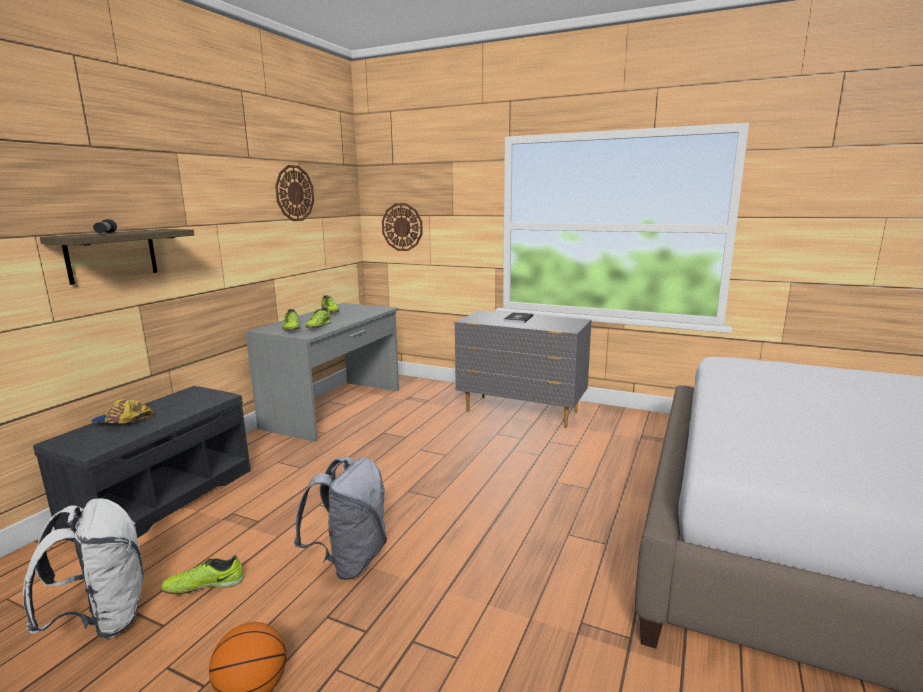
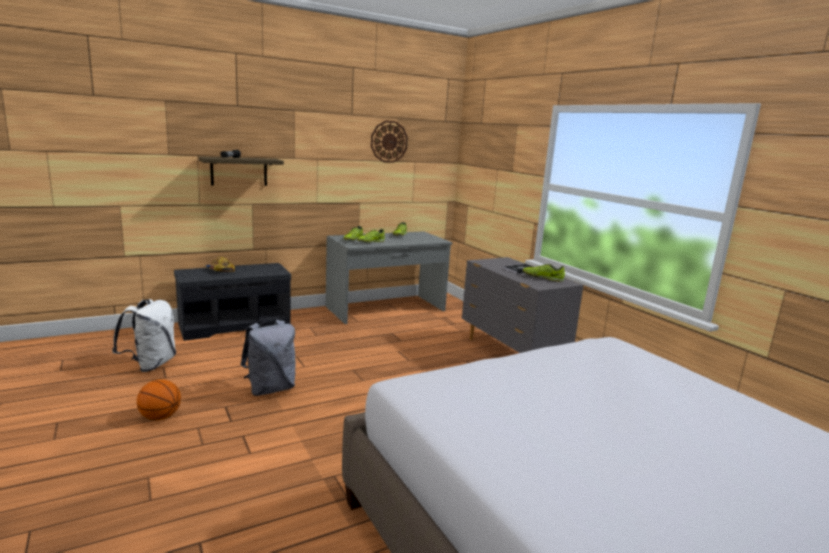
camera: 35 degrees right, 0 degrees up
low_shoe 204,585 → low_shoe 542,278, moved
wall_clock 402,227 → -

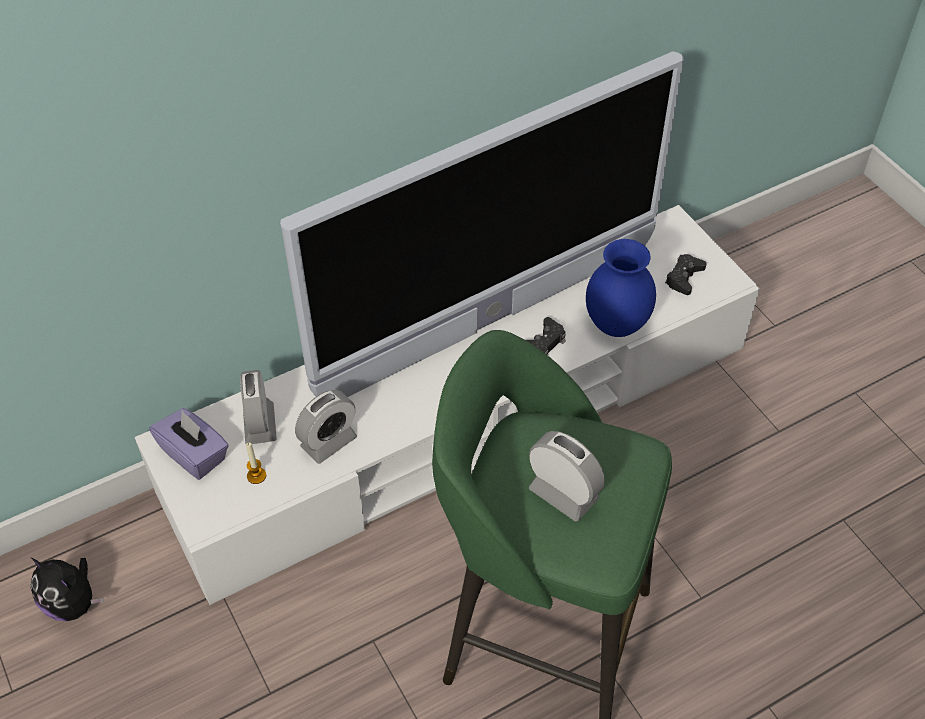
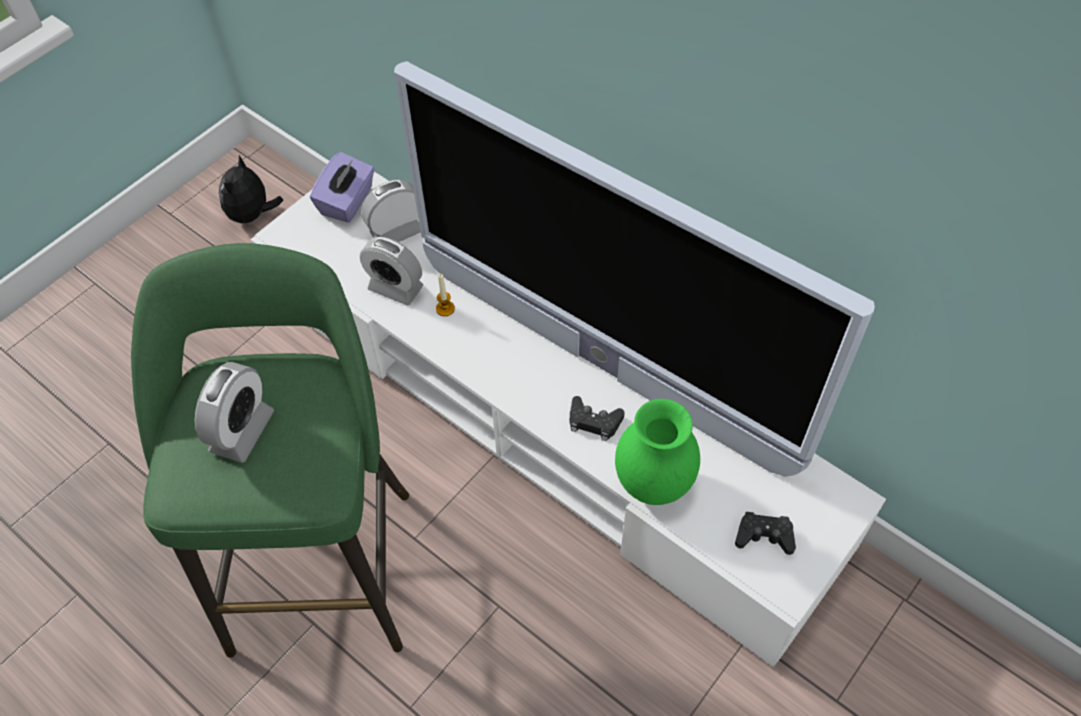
camera: 70 degrees right, 5 degrees up
wax_candle 256,476 → wax_candle 445,309, moved
blue_decorative_vase 615,325 → greenish_decorative_vase 652,483

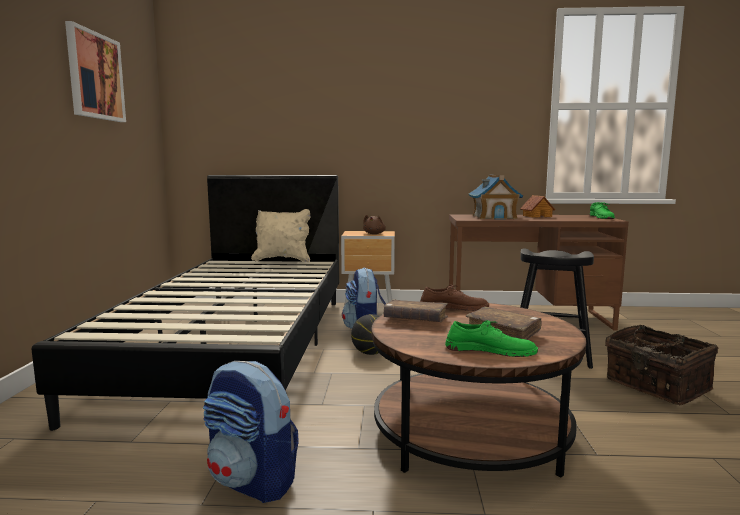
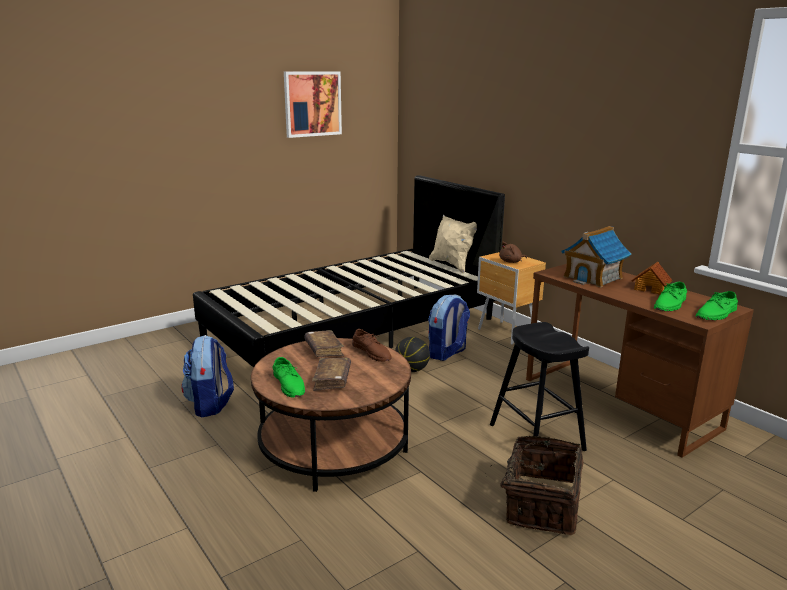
camera: 50 degrees right, 10 degrees up
- → greenish_low_shoe 670,304

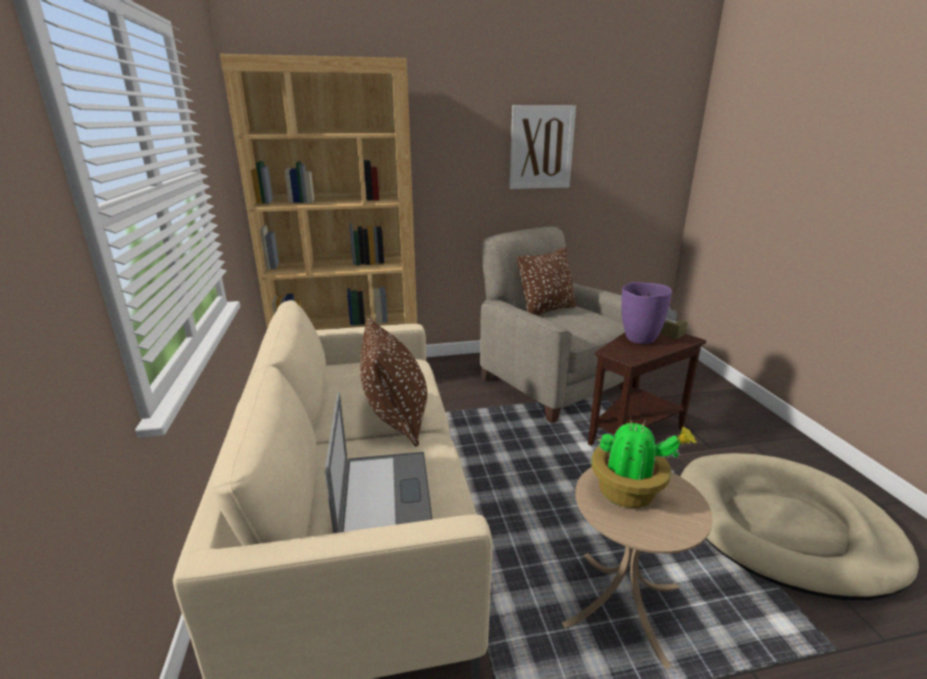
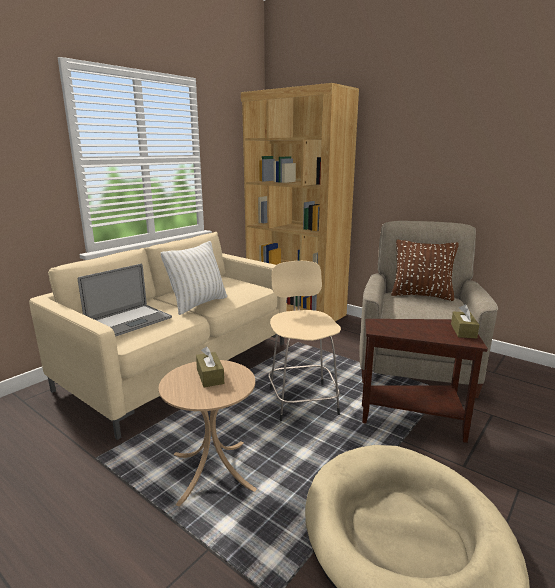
camera: 50 degrees right, 5 degrees down
brown_throw_pillow 396,419 → white_throw_pillow 198,304
potted_plant 629,493 → brown_box_of_tissues 210,376
- → beige_stool_seat 302,400
wall_picture 541,147 → -
purplish_decorative_vase 639,339 → -

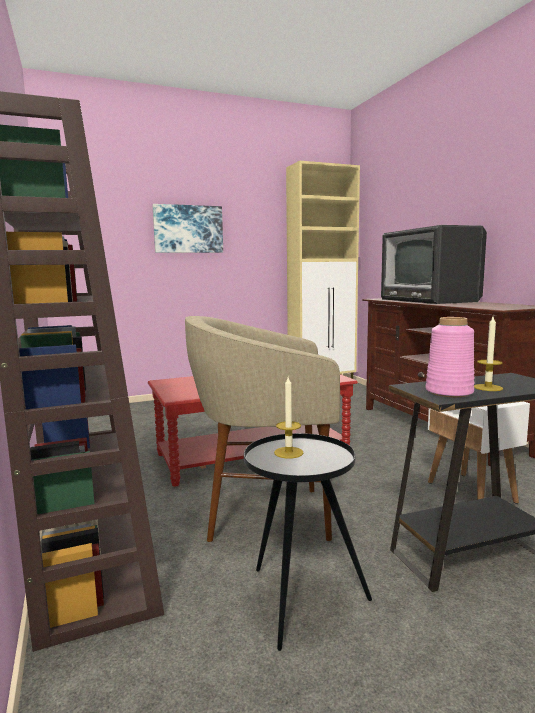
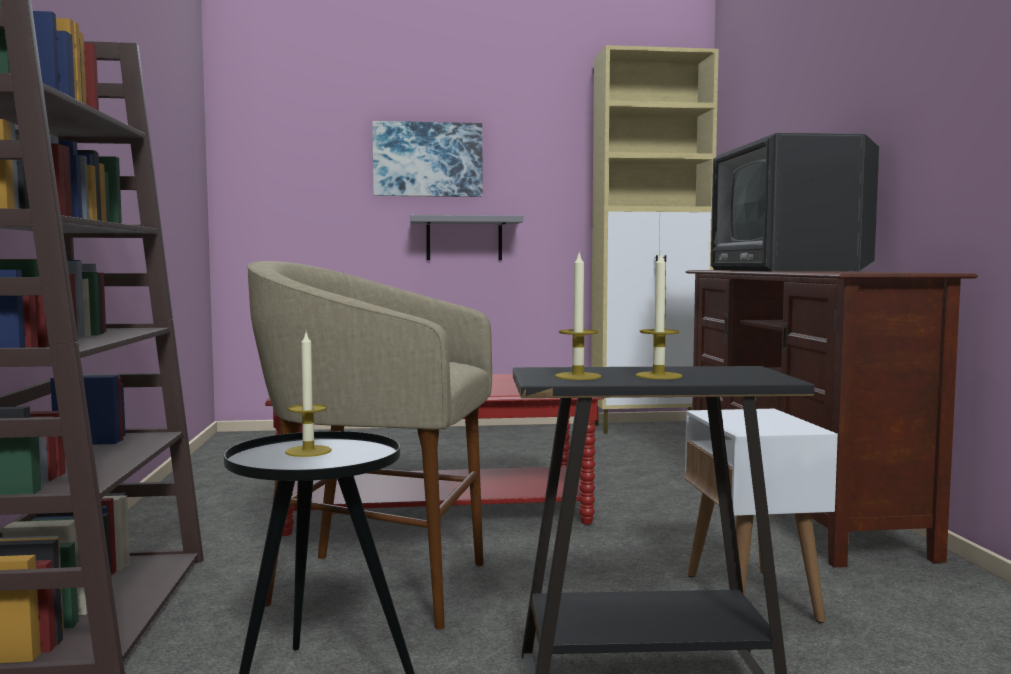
camera: 15 degrees right, 5 degrees down
- → gray_bracket_shelf 464,238
pink_decorative_vase 448,392 → wax_candle 578,376

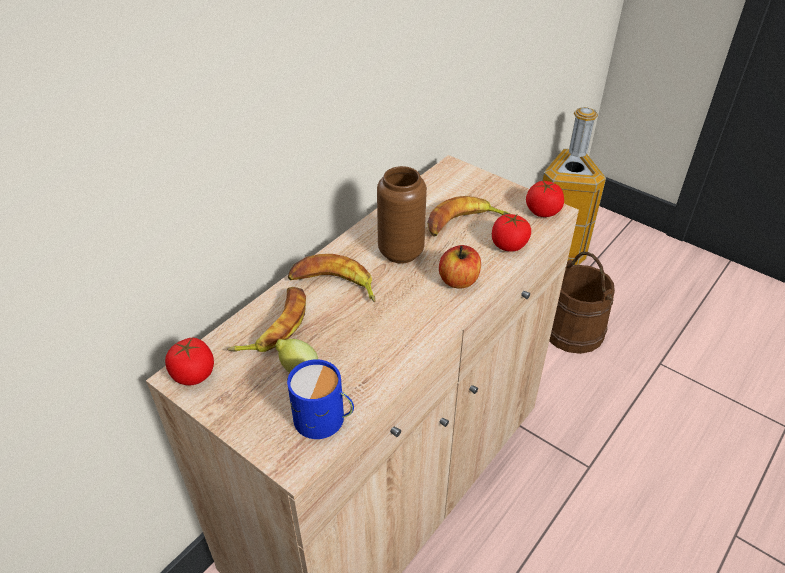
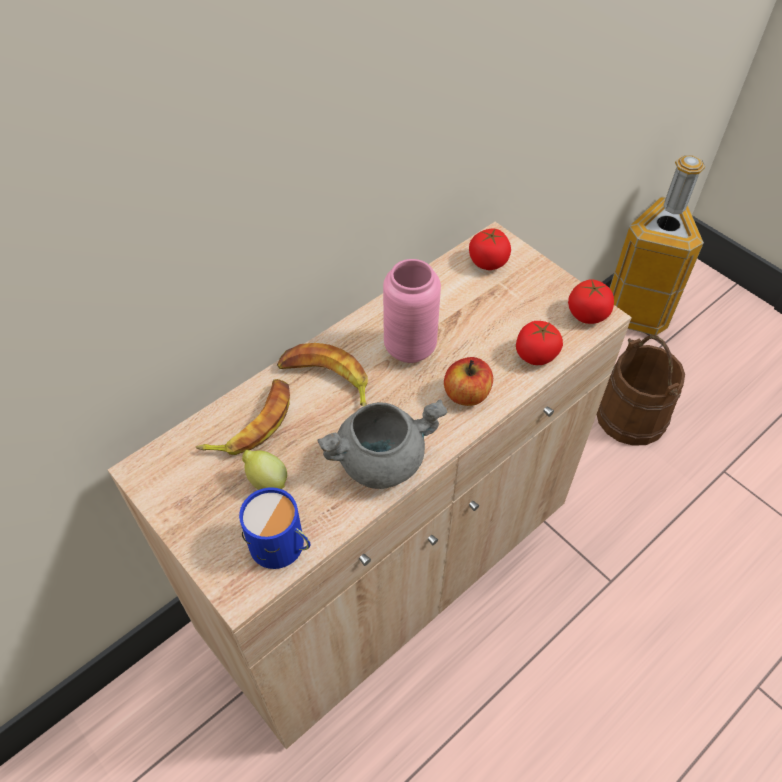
camera: 10 degrees right, 10 degrees up
- → gray_stockpot 381,459
brown_decorative_vase 401,252 → pink_decorative_vase 410,348
tomato 193,374 → tomato 488,262, moved
banana_fruit 463,223 → -

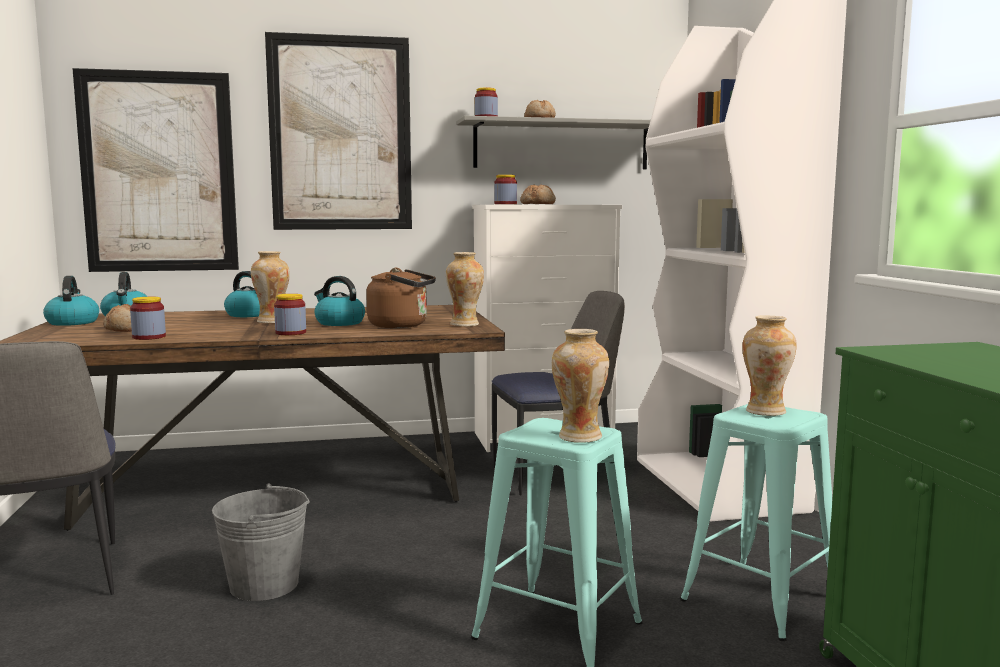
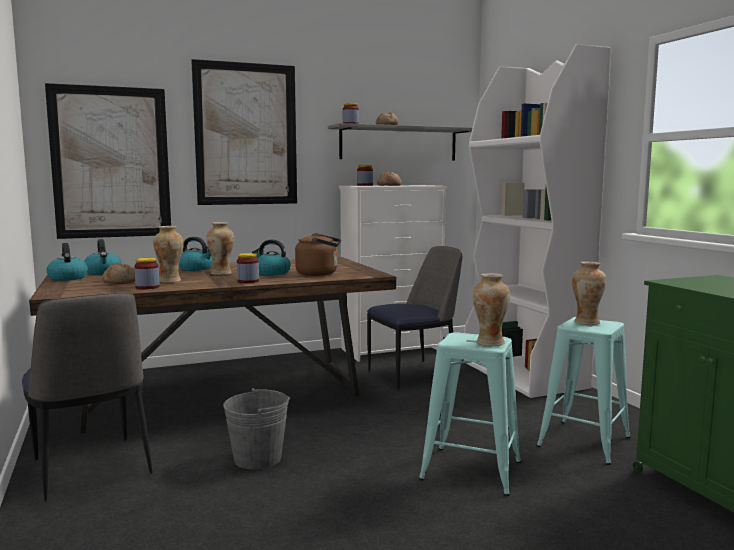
camera: 10 degrees left, 0 degrees up
decorative_vase 465,324 → decorative_vase 170,281, moved

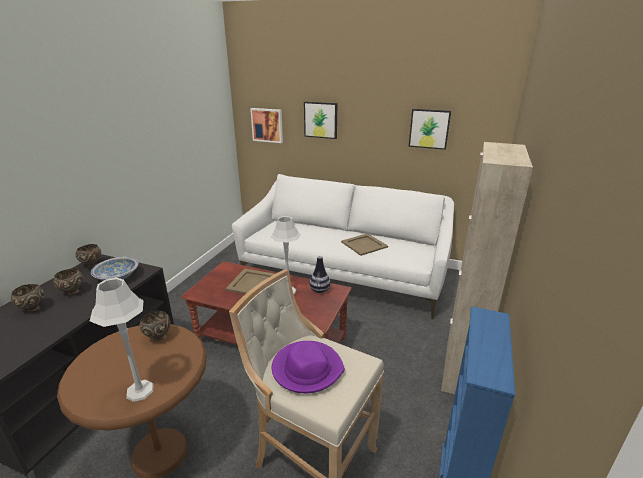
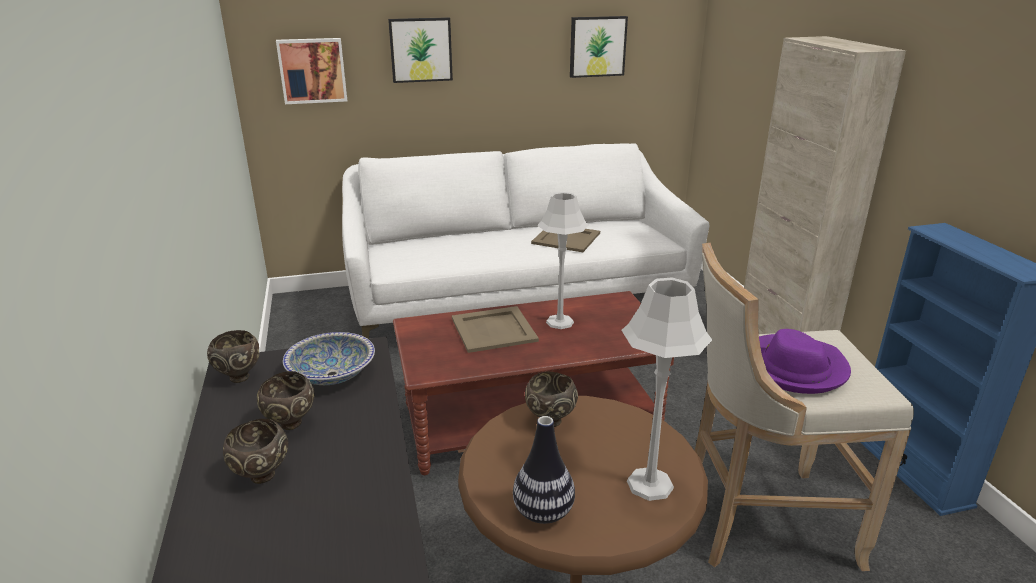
camera: 35 degrees left, 0 degrees up
decorative_vase 320,290 → decorative_vase 543,512, moved

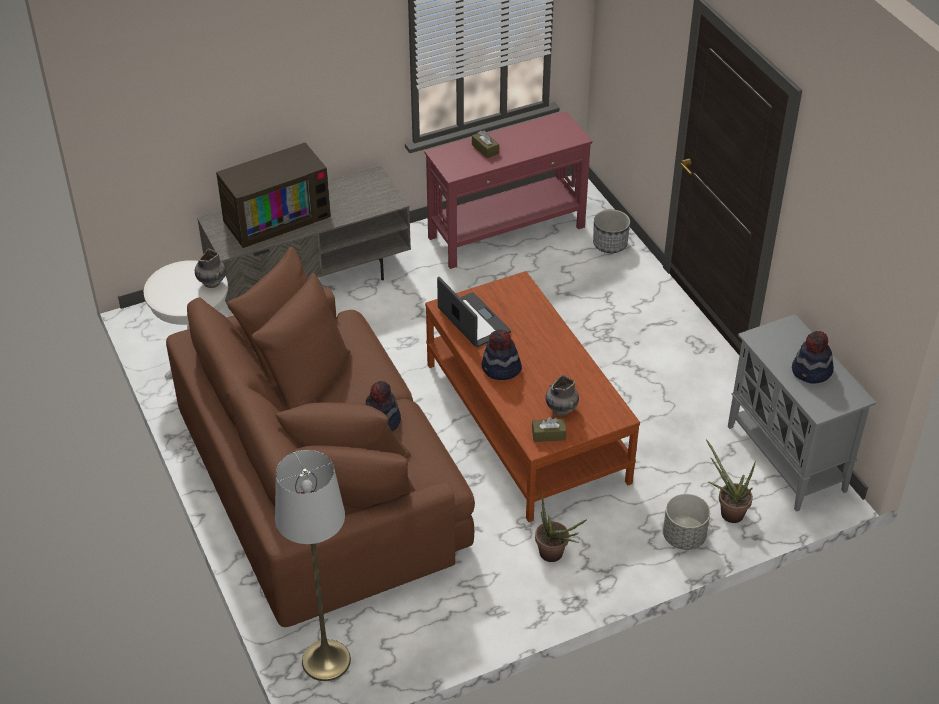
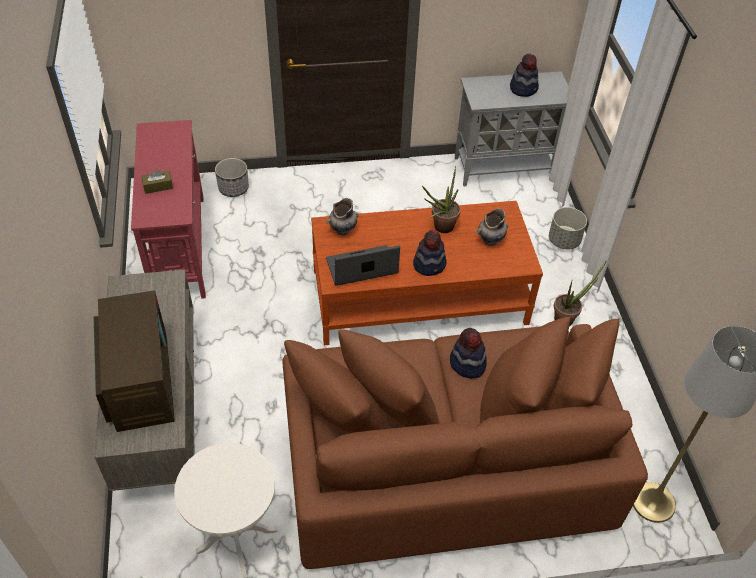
camera: 75 degrees left, 5 degrees up
gray_decorative_vase 211,282 → gray_decorative_vase 342,230, moved
potted_plant 727,511 → potted_plant 440,228, moved
brown_box_of_tissues 548,435 → -

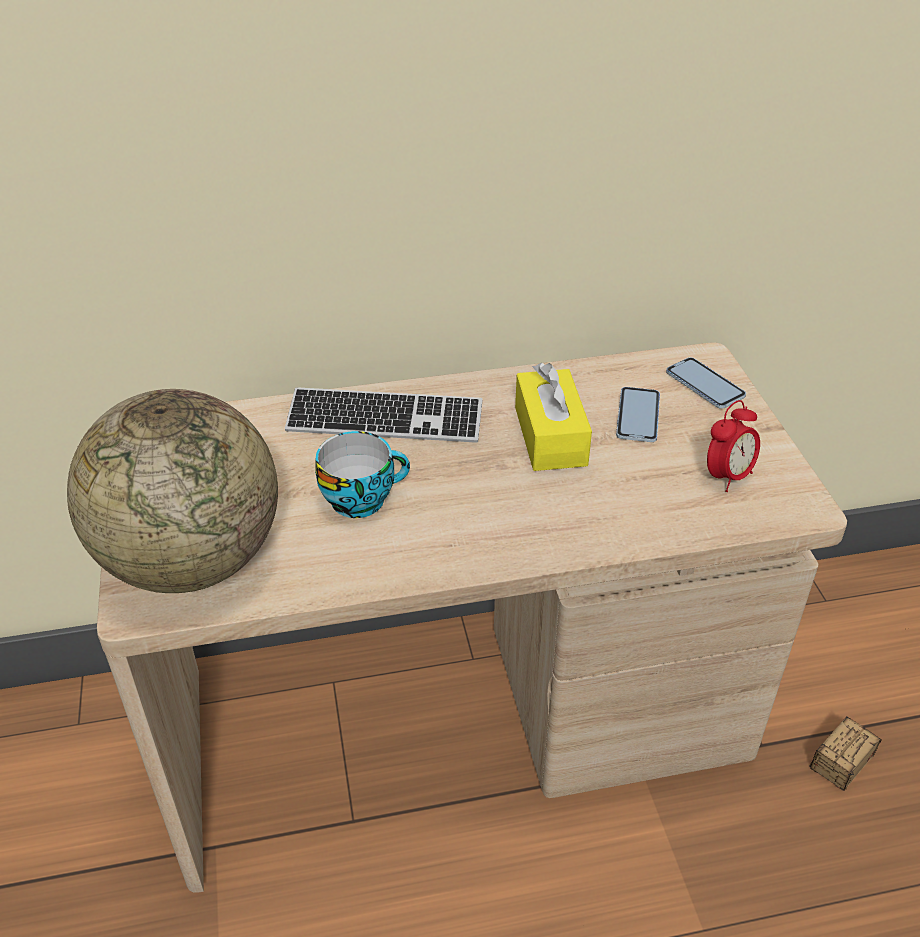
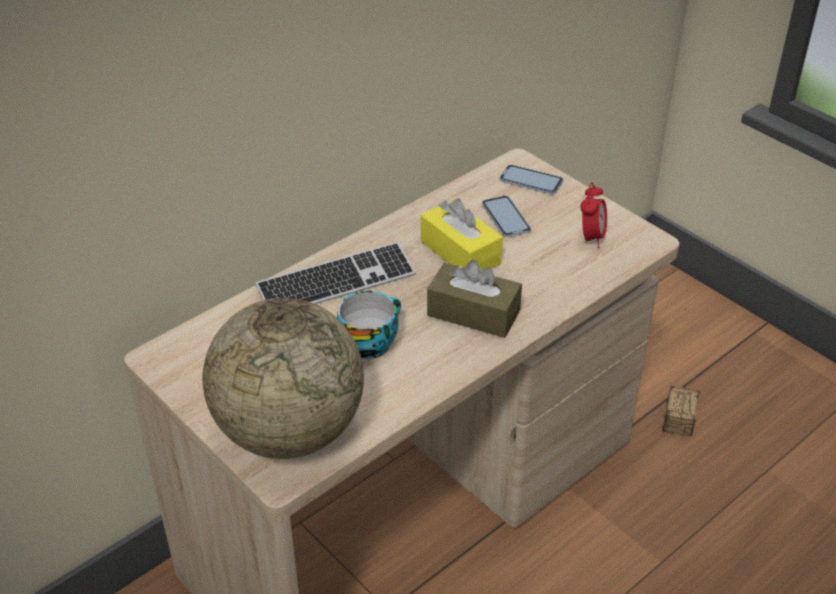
camera: 30 degrees left, 0 degrees up
- → brown_box_of_tissues 473,313

